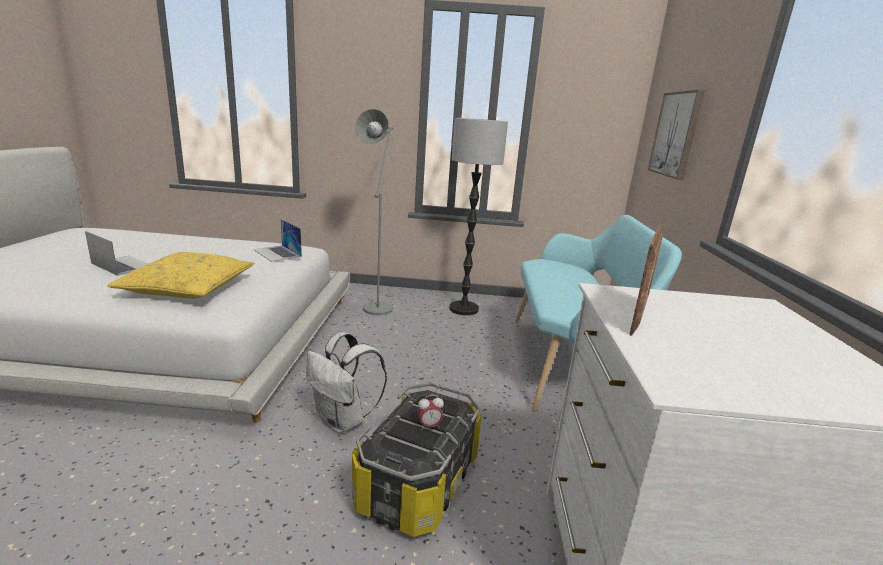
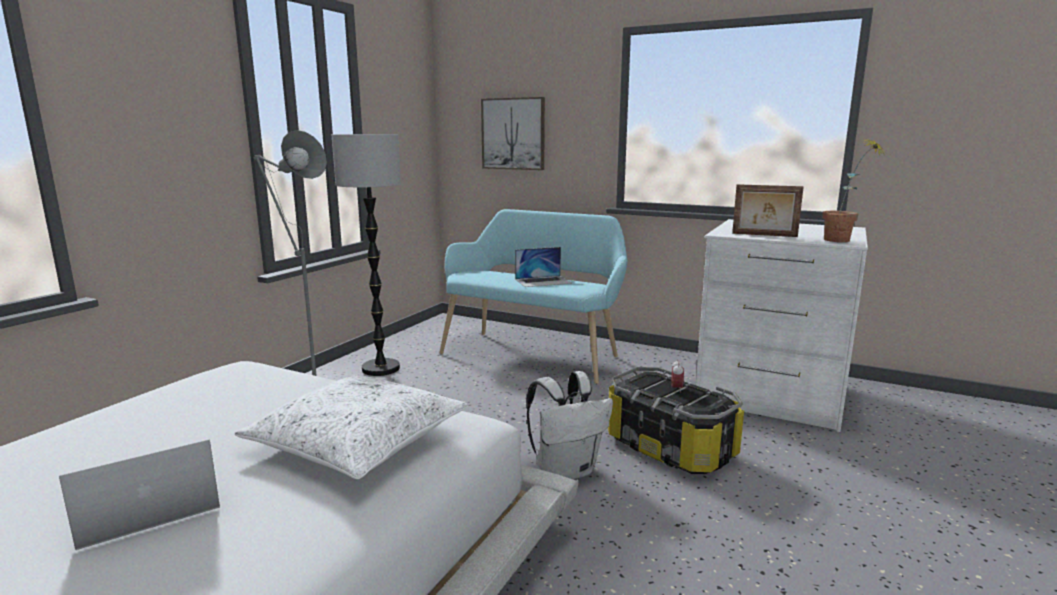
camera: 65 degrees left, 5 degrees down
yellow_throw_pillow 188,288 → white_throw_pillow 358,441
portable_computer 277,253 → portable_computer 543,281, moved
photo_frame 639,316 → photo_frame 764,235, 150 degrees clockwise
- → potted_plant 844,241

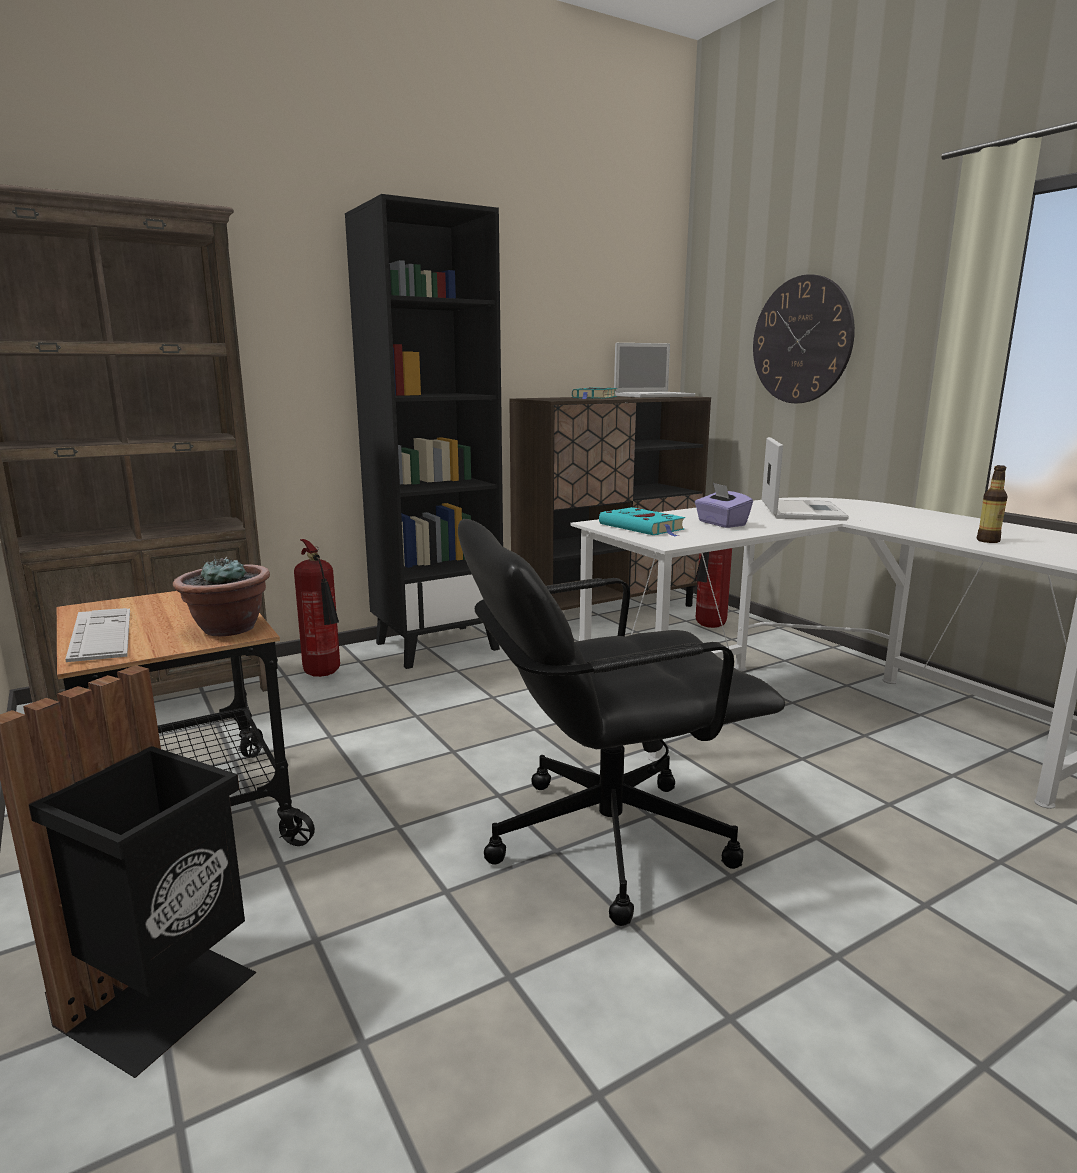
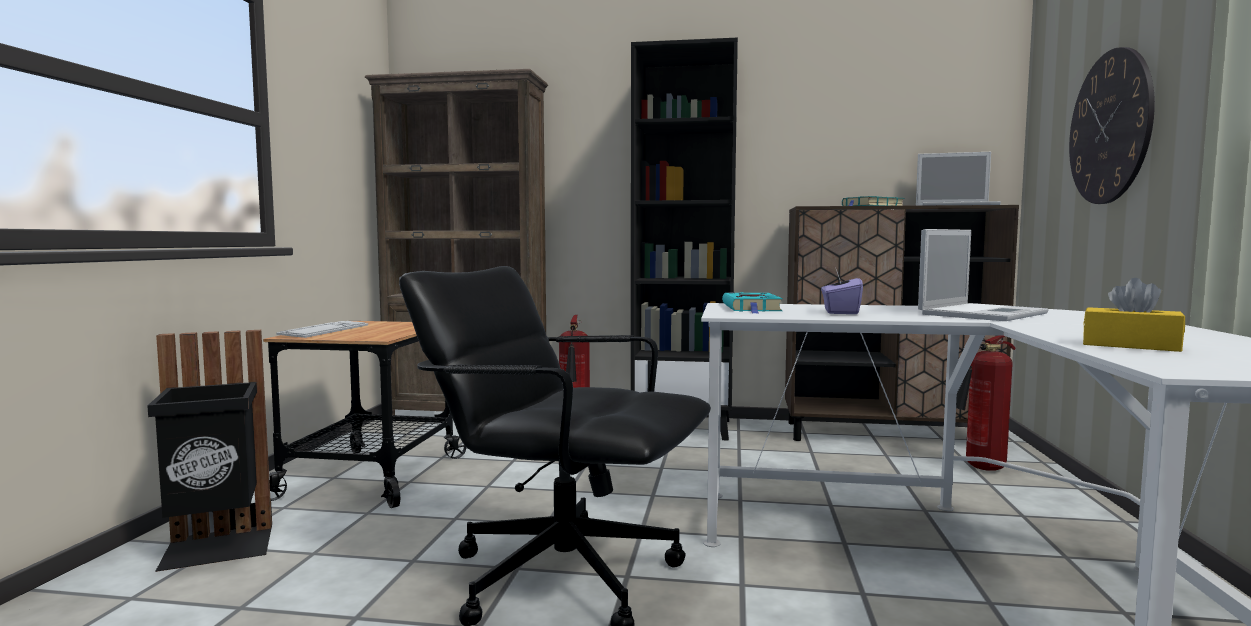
camera: 40 degrees right, 10 degrees down
beverage_bottle 988,541 → yellow_box_of_tissues 1130,345
potted_plant 227,629 → -

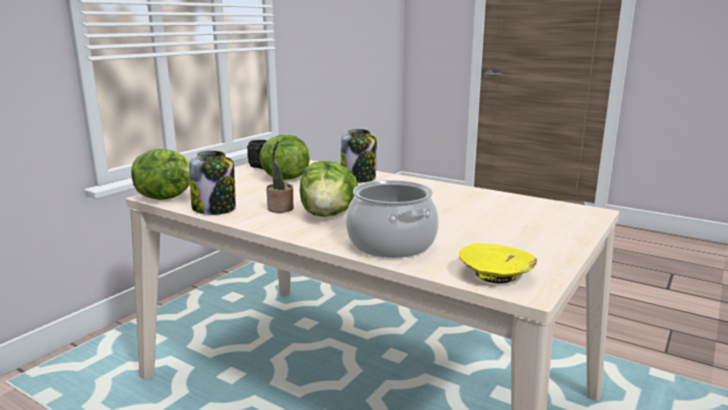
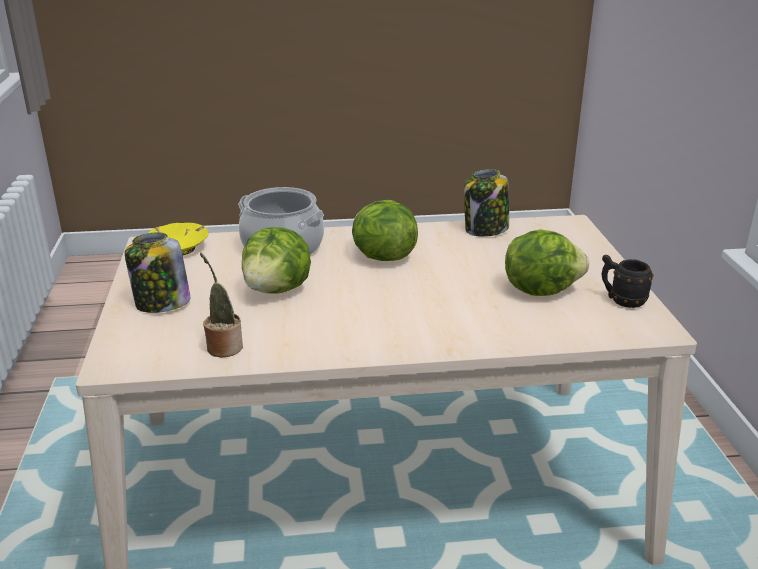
camera: 140 degrees right, 10 degrees up
jar 359,178 → jar 161,303, moved
potted_plant 280,209 → potted_plant 223,346, moved
head_of_lettuce 165,197 → head_of_lettuce 278,290, moved

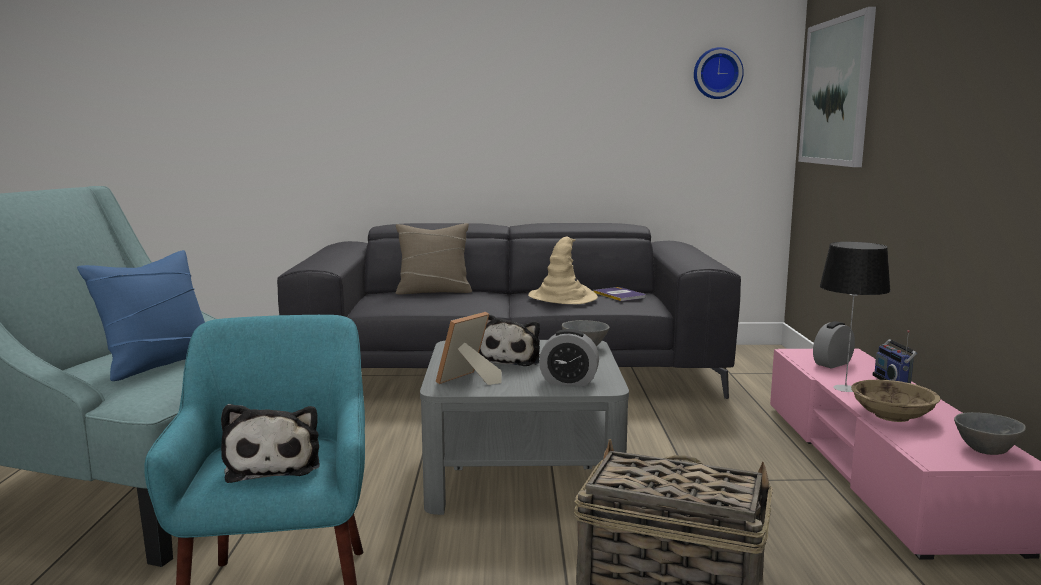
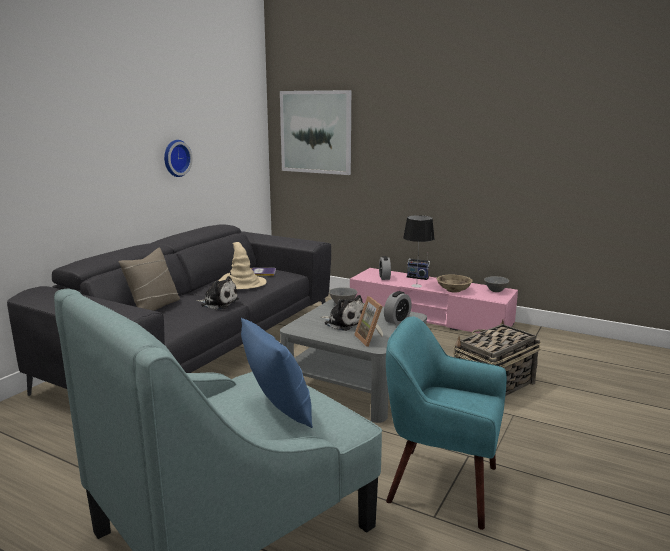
camera: 60 degrees left, 5 degrees up
wall_clock 717,73 → wall_clock 175,158, moved
plush_toy 274,464 → plush_toy 218,303, moved

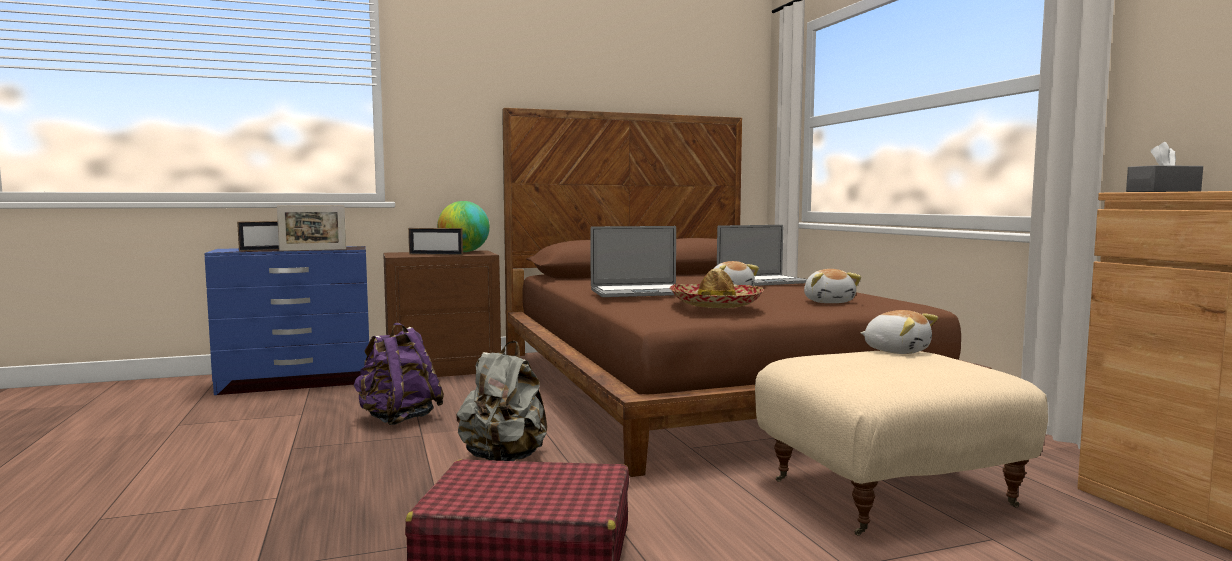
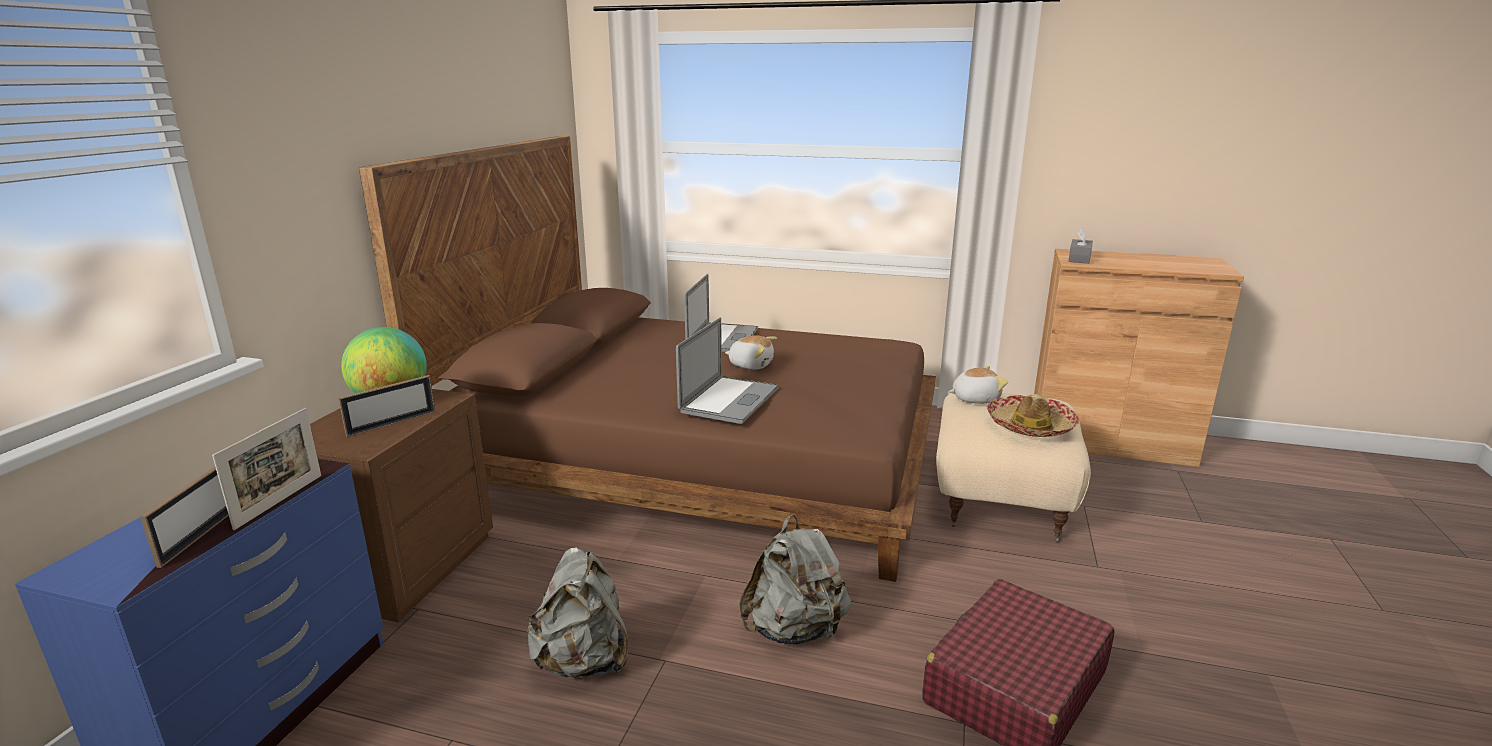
camera: 55 degrees left, 15 degrees up
purplish_backpack 398,419 → gray_backpack 583,661
hat 715,304 → hat 1030,426, moved
plush_toy 829,302 → -

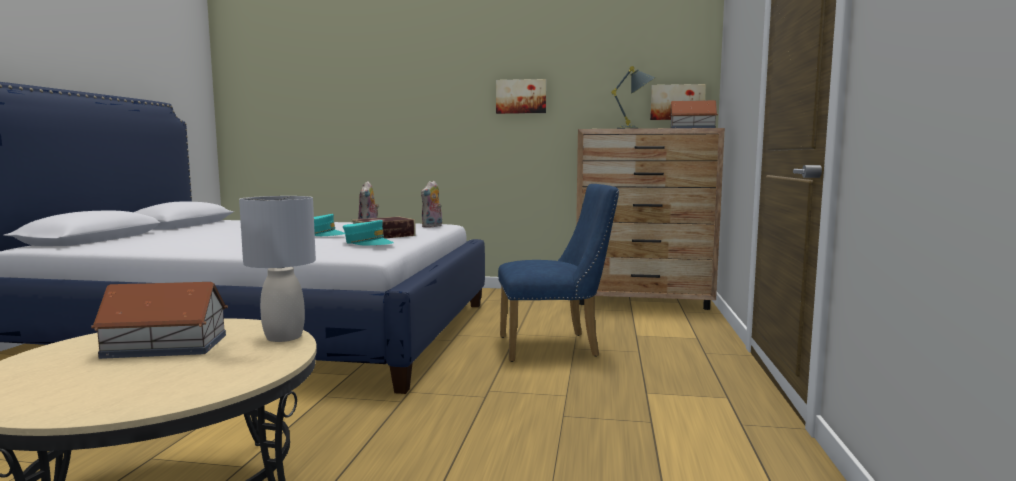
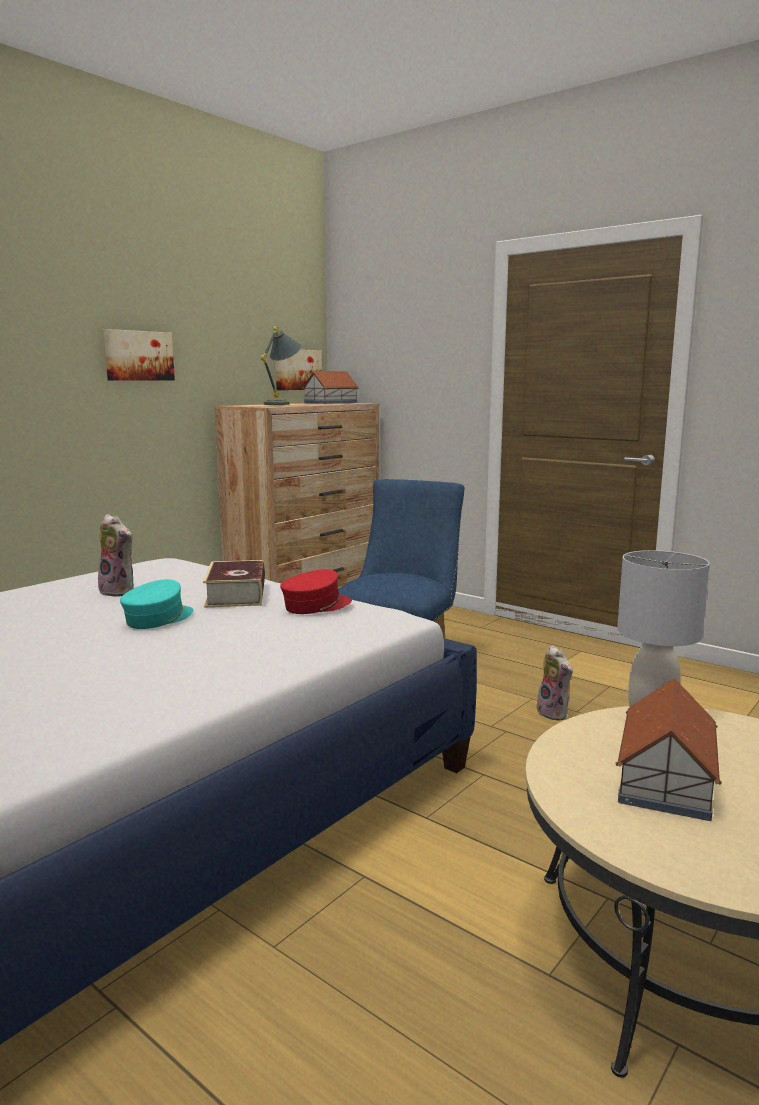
camera: 60 degrees left, 5 degrees up
blue-green_cap 368,243 → red-coloured_cap 316,606
plush_toy 432,226 → plush_toy 555,713, moved

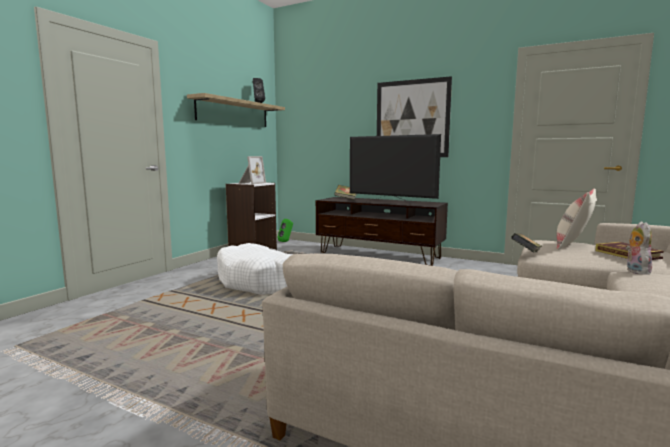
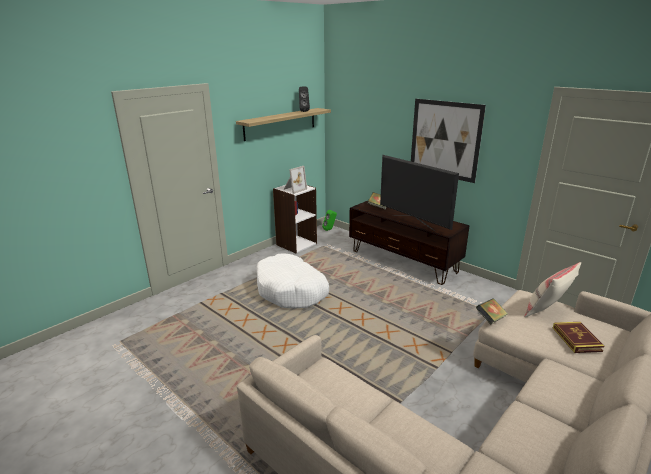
camera: 15 degrees right, 15 degrees up
plush_toy 635,271 → -

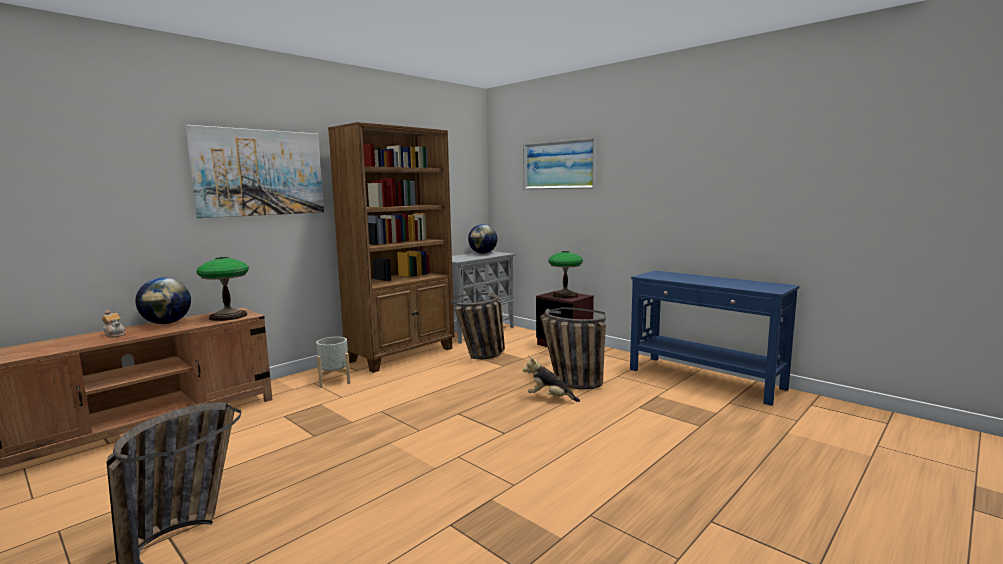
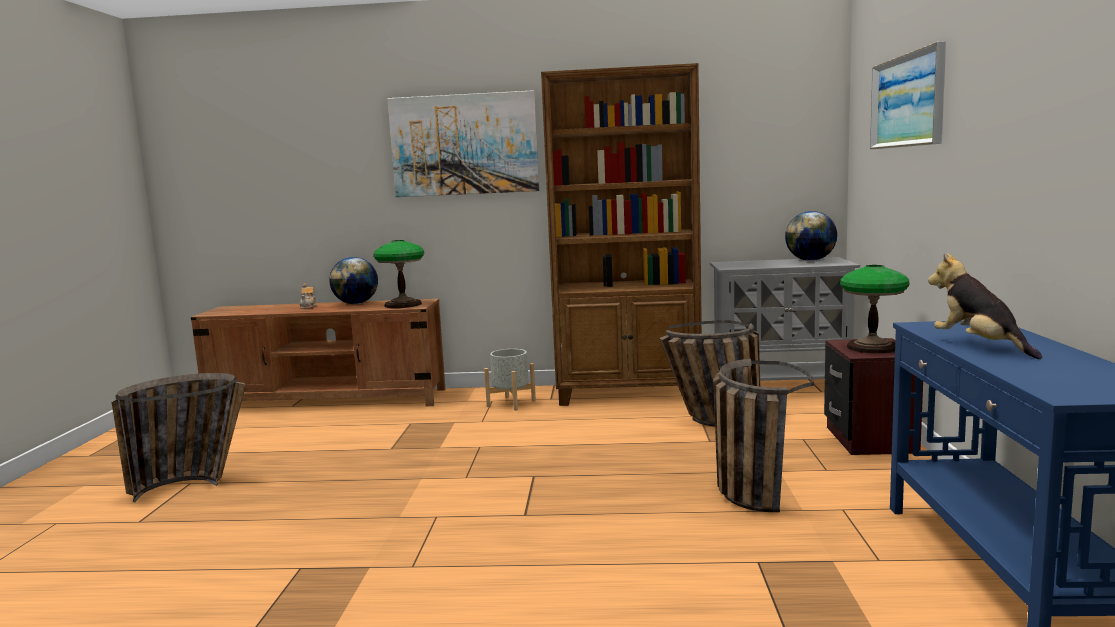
camera: 50 degrees right, 0 degrees up
plush_toy 549,398 → plush_toy 979,346, moved

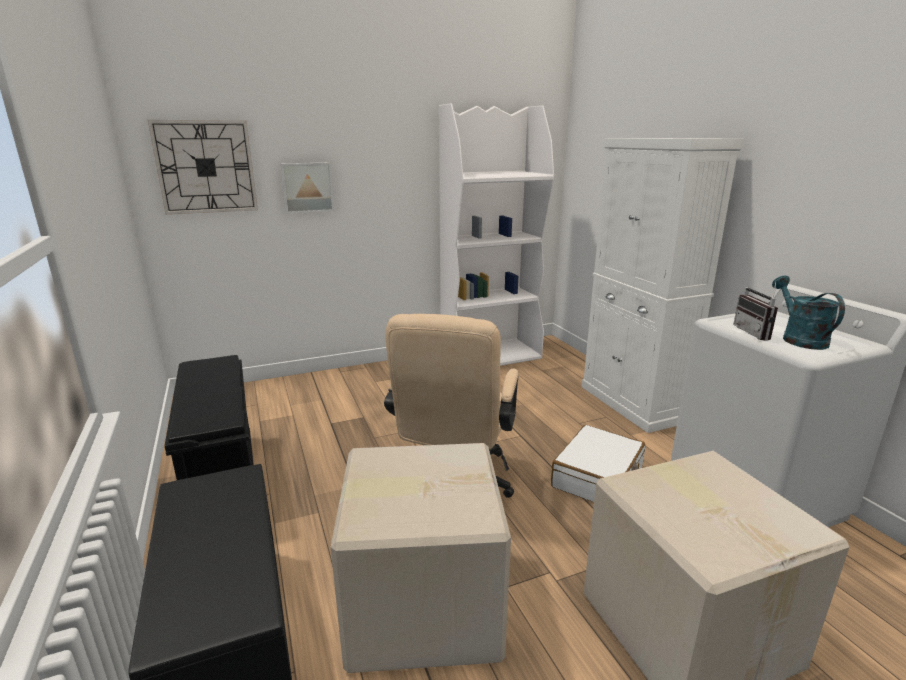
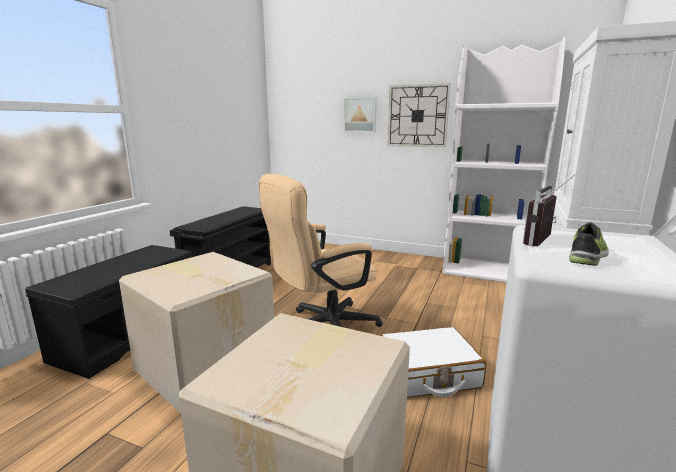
camera: 45 degrees right, 5 degrees down
wall_clock 206,167 → wall_clock 417,116, moved
blue-green_watering_pot 799,338 → low_shoe 588,256

